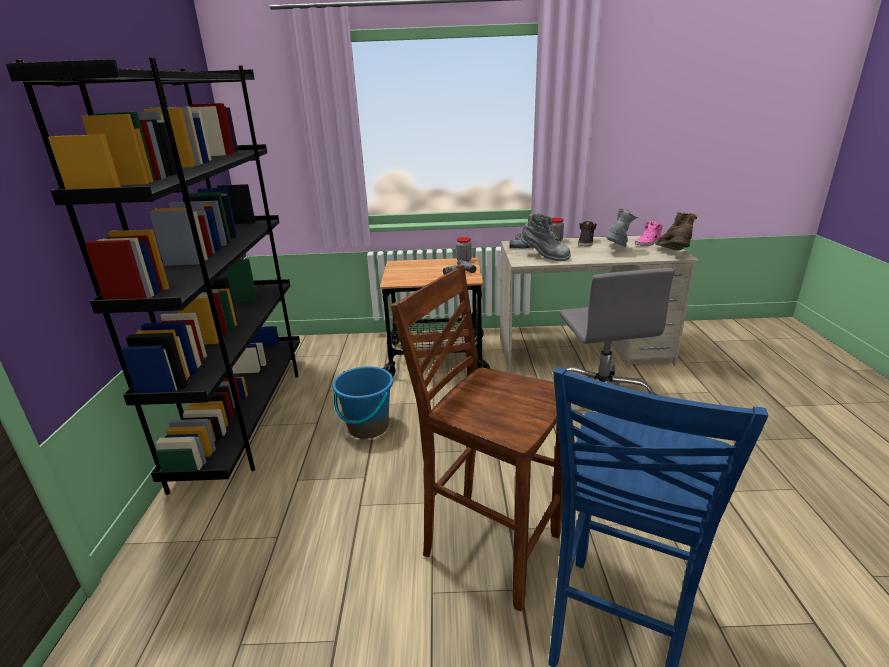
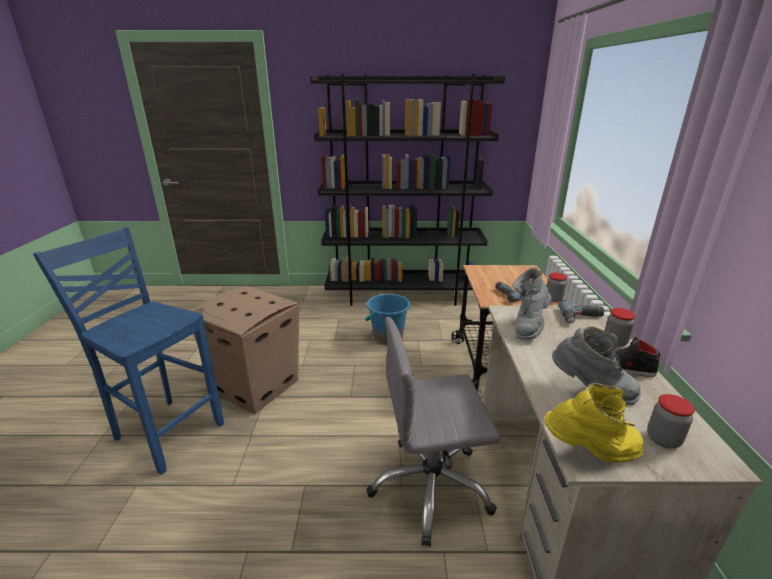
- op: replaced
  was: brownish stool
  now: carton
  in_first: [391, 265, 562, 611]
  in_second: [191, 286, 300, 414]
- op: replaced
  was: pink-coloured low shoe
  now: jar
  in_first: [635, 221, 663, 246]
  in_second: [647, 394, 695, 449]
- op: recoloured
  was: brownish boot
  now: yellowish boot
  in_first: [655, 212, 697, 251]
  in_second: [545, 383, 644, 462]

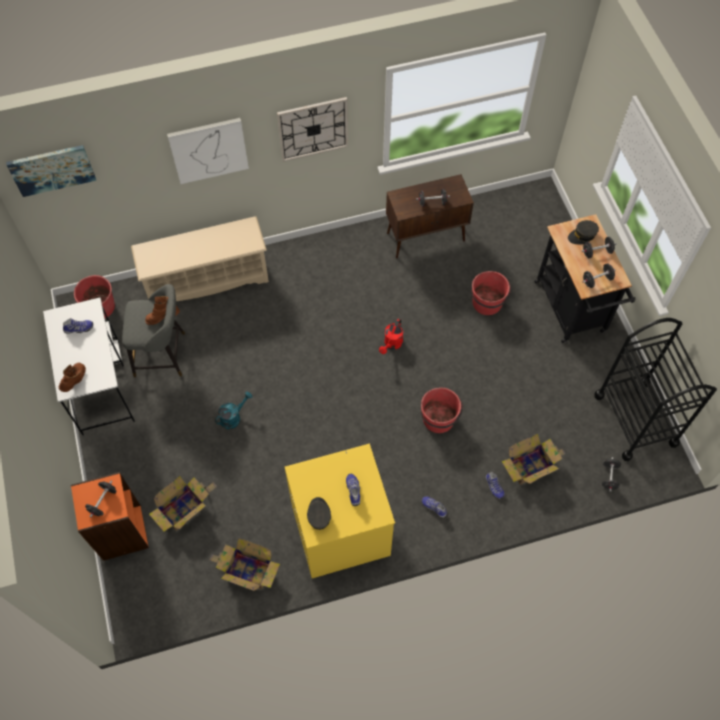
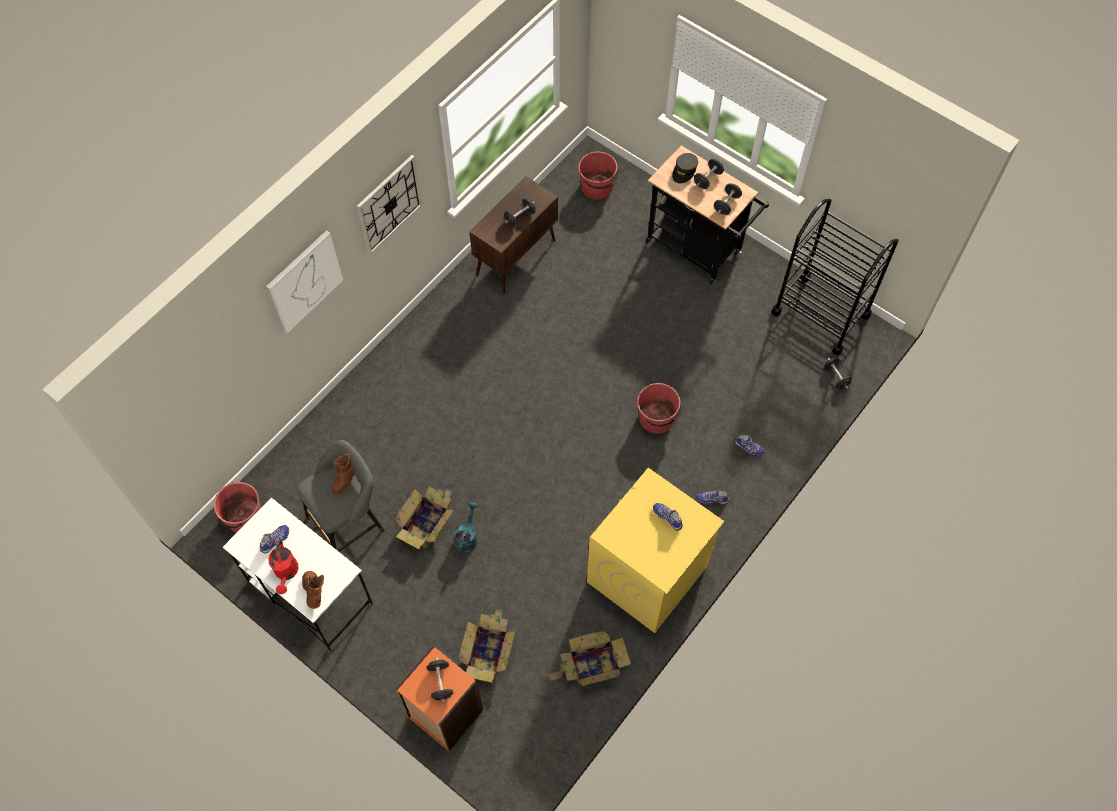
- op: removed
  was: picture
  in_first: [6, 145, 96, 197]
- op: removed
  was: beige-coloured shoe shelf
  in_first: [131, 216, 269, 301]
- op: removed
  was: greyish peaked cap
  in_first: [307, 497, 331, 530]
- op: moved
  was: red-coloured watering can
  in_first: [379, 319, 403, 354]
  in_second: [268, 540, 298, 594]
- op: moved
  was: red-coloured pail
  in_first: [471, 271, 511, 315]
  in_second: [578, 152, 618, 200]
- op: moved
  was: carton
  in_first: [501, 434, 565, 485]
  in_second: [396, 486, 454, 550]

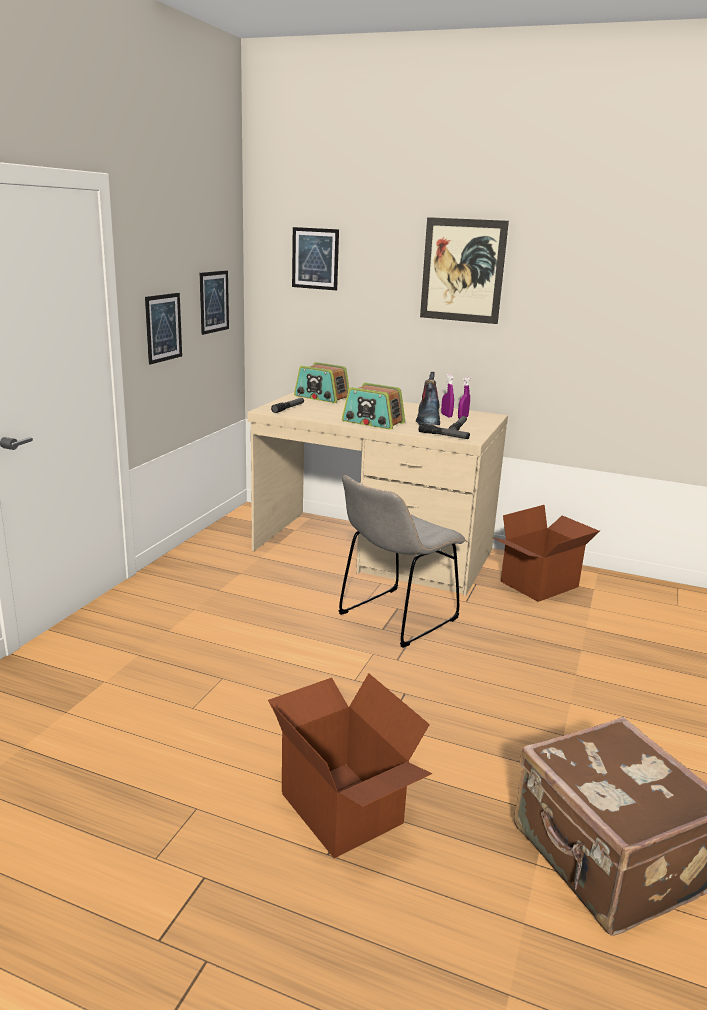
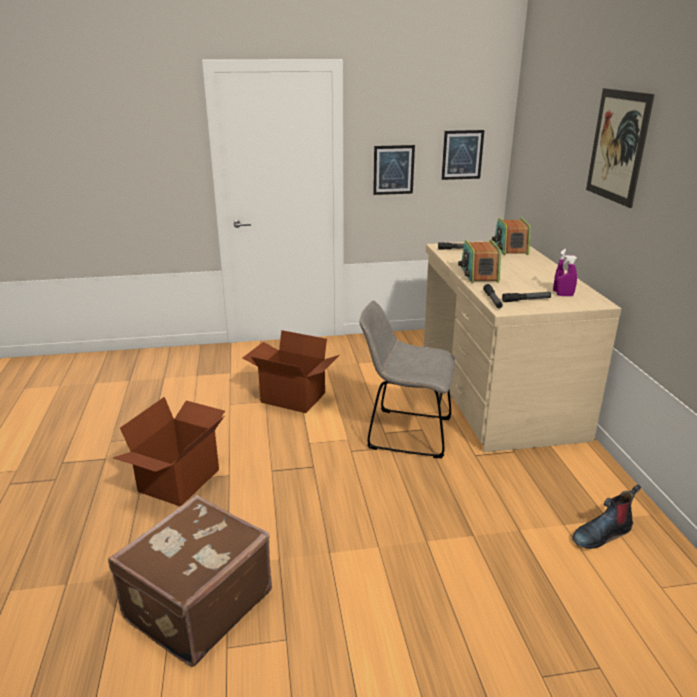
- op: removed
  was: picture
  in_first: [292, 227, 339, 291]
- op: moved
  was: boot
  in_first: [416, 372, 440, 425]
  in_second: [572, 484, 641, 549]
- op: moved
  was: carton
  in_first: [493, 505, 600, 602]
  in_second: [243, 330, 339, 413]

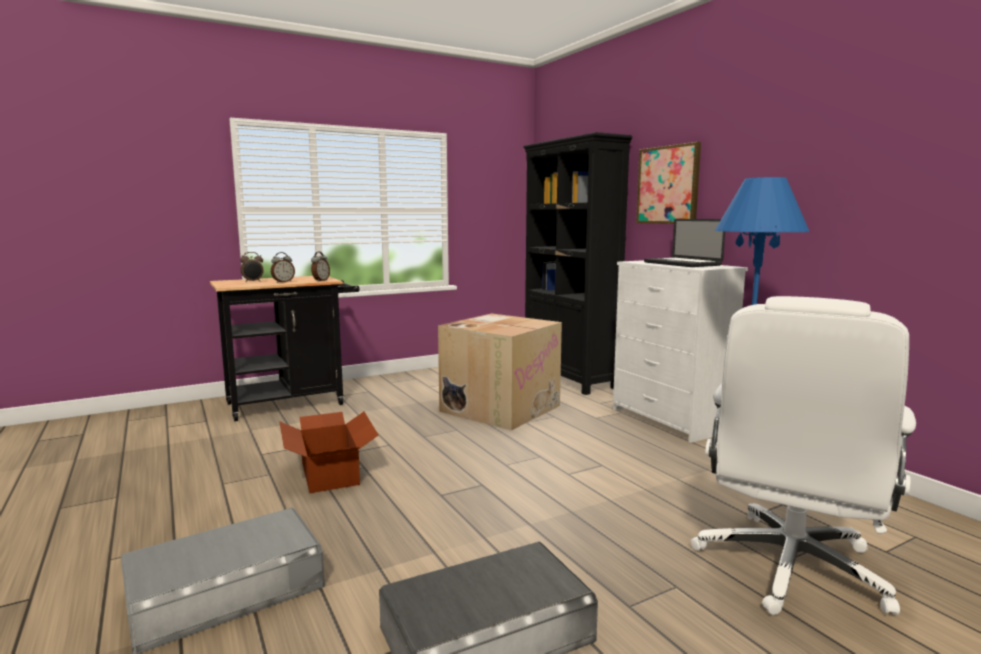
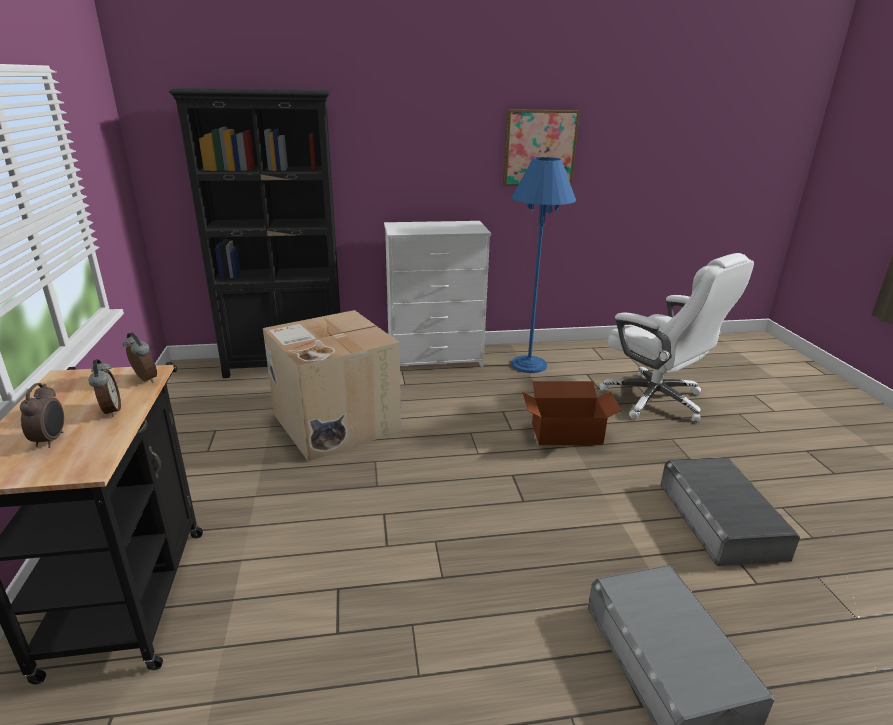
- op: moved
  was: carton
  in_first: [279, 412, 378, 493]
  in_second: [522, 381, 622, 445]
- op: moved
  was: picture
  in_first: [636, 142, 701, 224]
  in_second: [503, 109, 580, 186]
- op: removed
  was: laptop
  in_first: [644, 219, 725, 267]

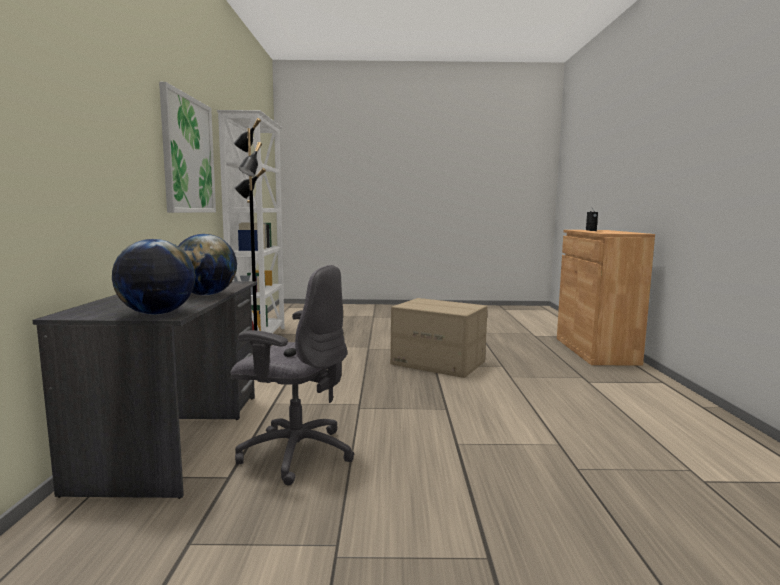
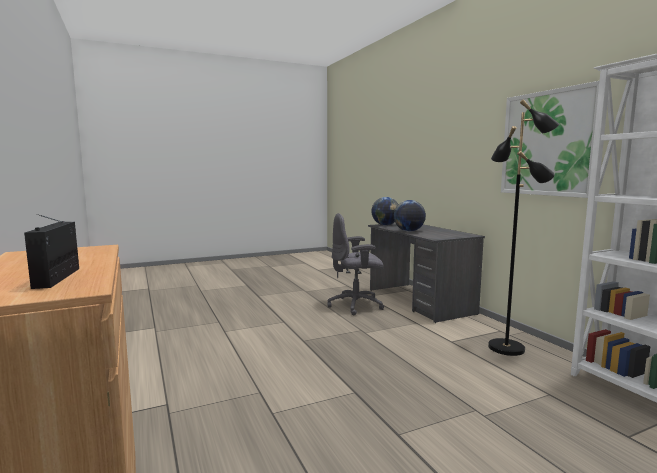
- op: removed
  was: carton
  in_first: [390, 298, 488, 378]

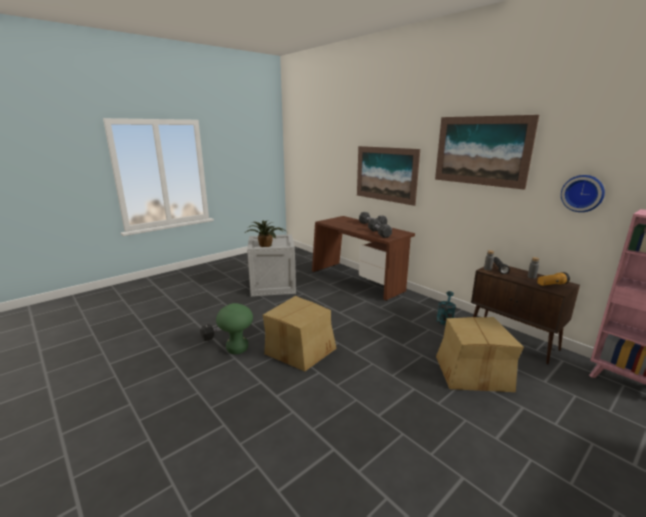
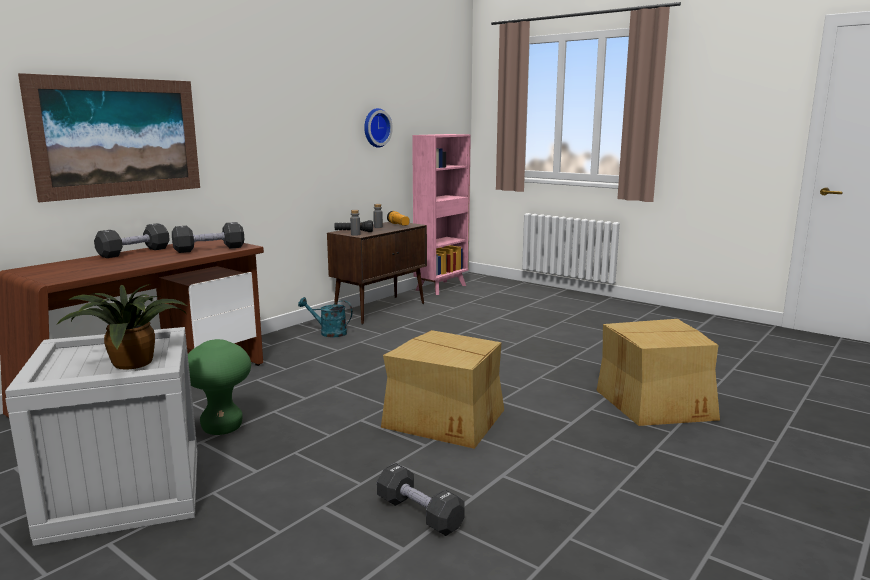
- op: moved
  was: green-coloured stool
  in_first: [216, 303, 253, 354]
  in_second: [188, 339, 251, 435]
- op: removed
  was: picture
  in_first: [435, 115, 539, 190]
- op: moved
  was: carton
  in_first: [436, 317, 524, 392]
  in_second: [596, 319, 720, 426]

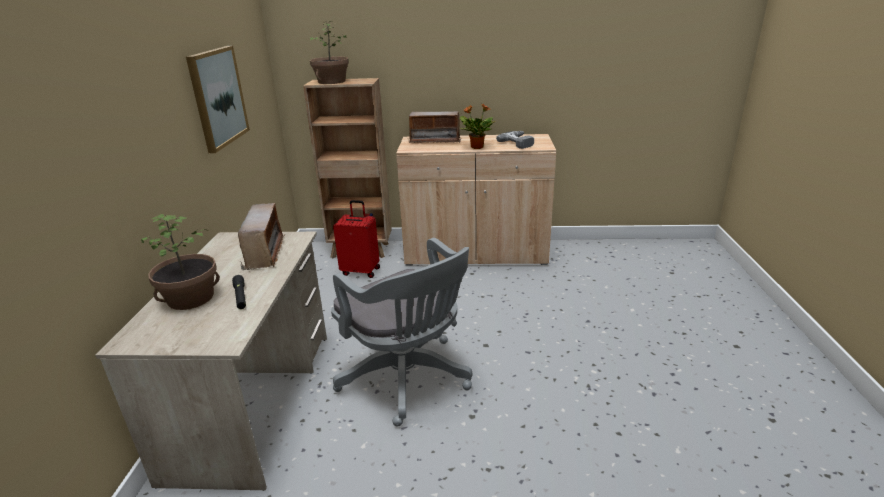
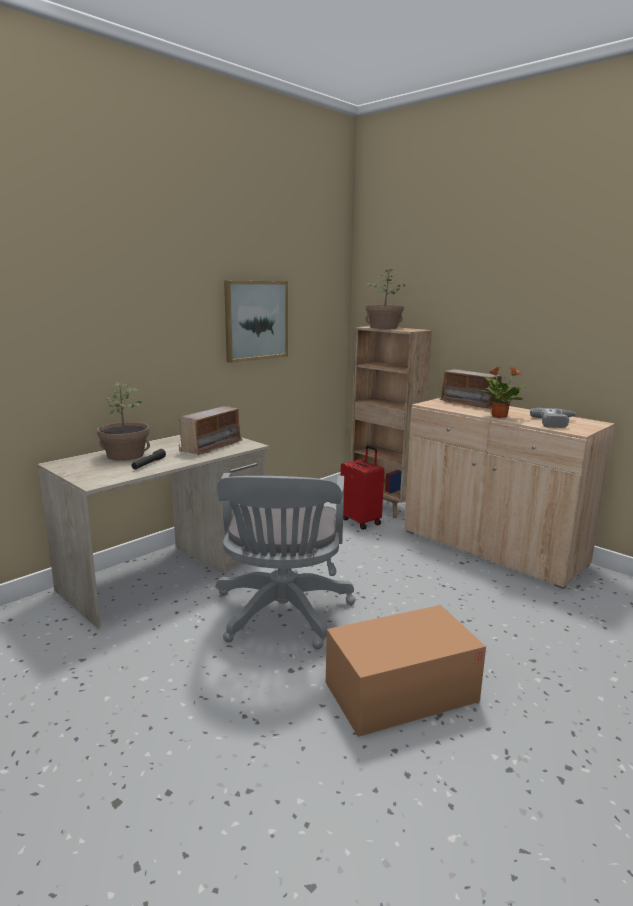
- op: added
  now: carton
  in_second: [326, 605, 486, 737]

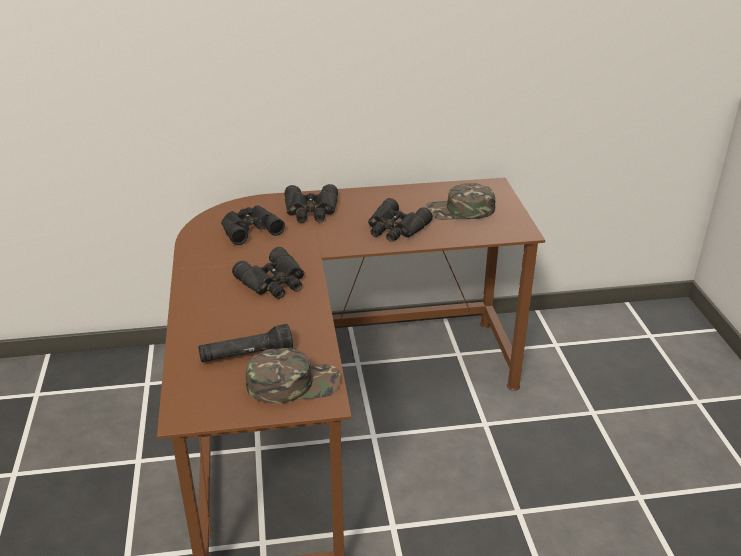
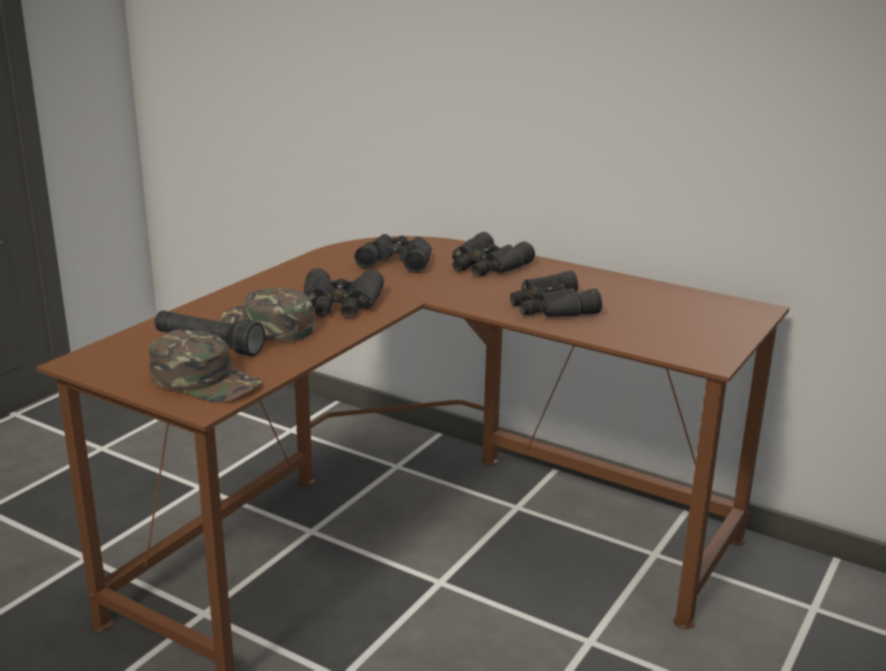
- op: moved
  was: green-coloured peaked cap
  in_first: [426, 183, 495, 220]
  in_second: [221, 287, 315, 341]

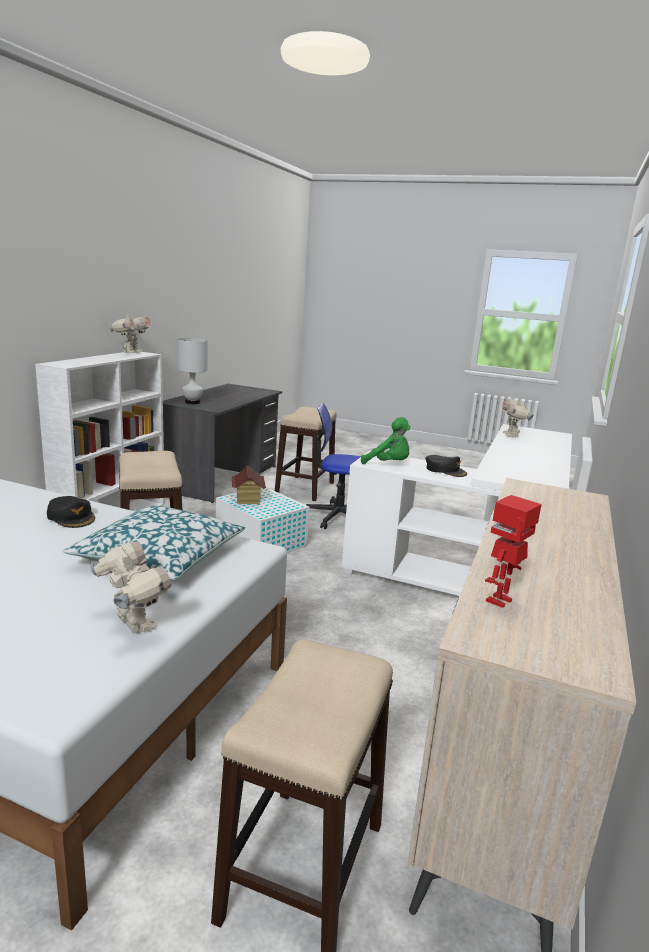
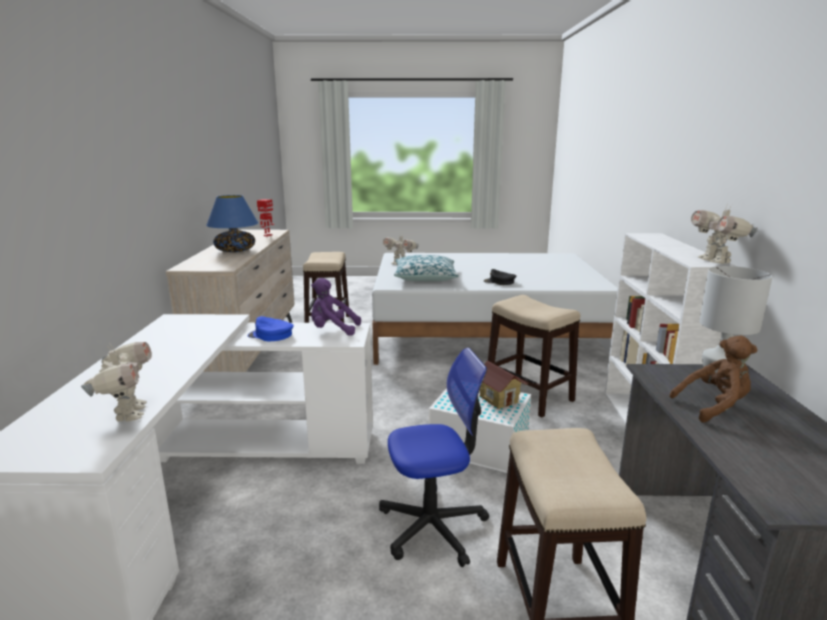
- op: recoloured
  was: green-coloured plush toy
  now: purple-coloured plush toy
  in_first: [361, 417, 410, 464]
  in_second: [311, 278, 361, 336]
- op: recoloured
  was: black peaked cap
  now: bluish peaked cap
  in_first: [425, 455, 467, 477]
  in_second: [248, 316, 294, 341]
- op: added
  now: bluish tabletop lamp
  in_second: [206, 195, 258, 252]
- op: added
  now: brownish plush toy
  in_second: [670, 336, 758, 423]

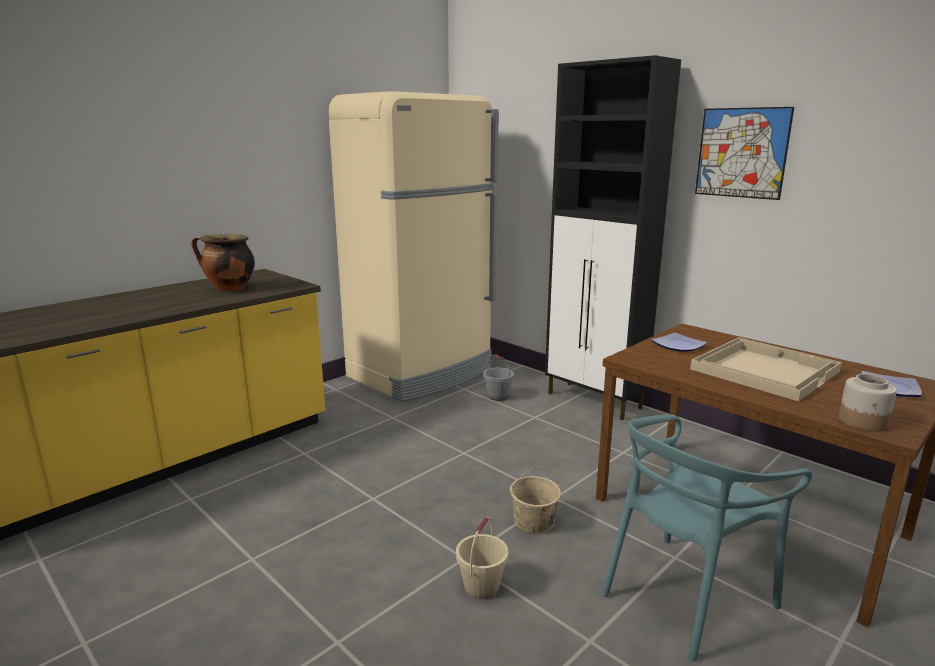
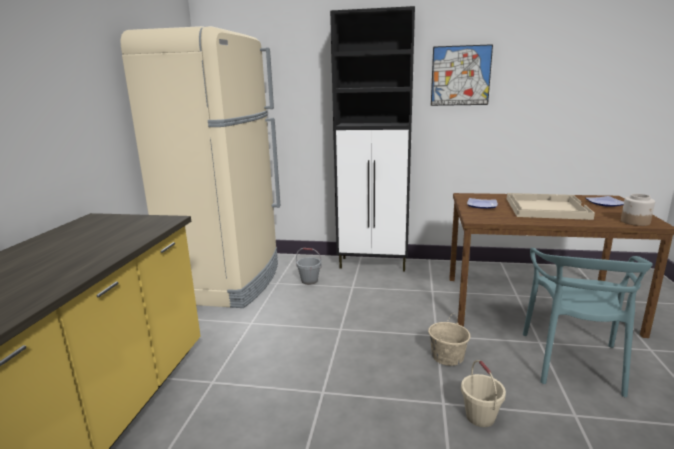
- op: removed
  was: saucepot
  in_first: [192, 234, 255, 292]

